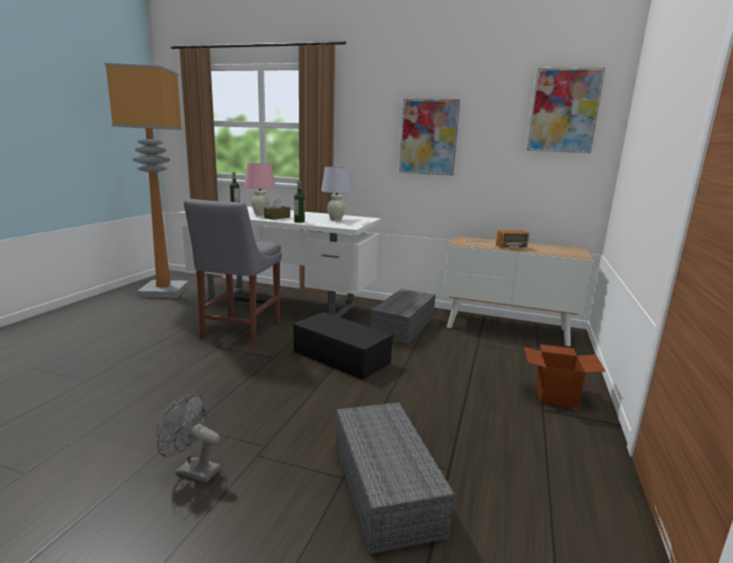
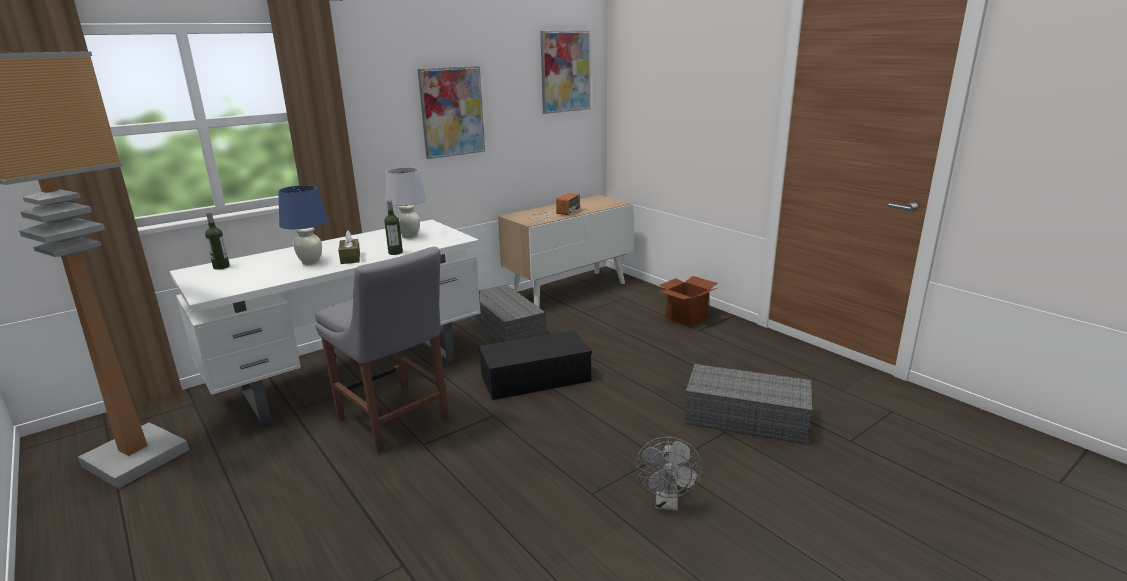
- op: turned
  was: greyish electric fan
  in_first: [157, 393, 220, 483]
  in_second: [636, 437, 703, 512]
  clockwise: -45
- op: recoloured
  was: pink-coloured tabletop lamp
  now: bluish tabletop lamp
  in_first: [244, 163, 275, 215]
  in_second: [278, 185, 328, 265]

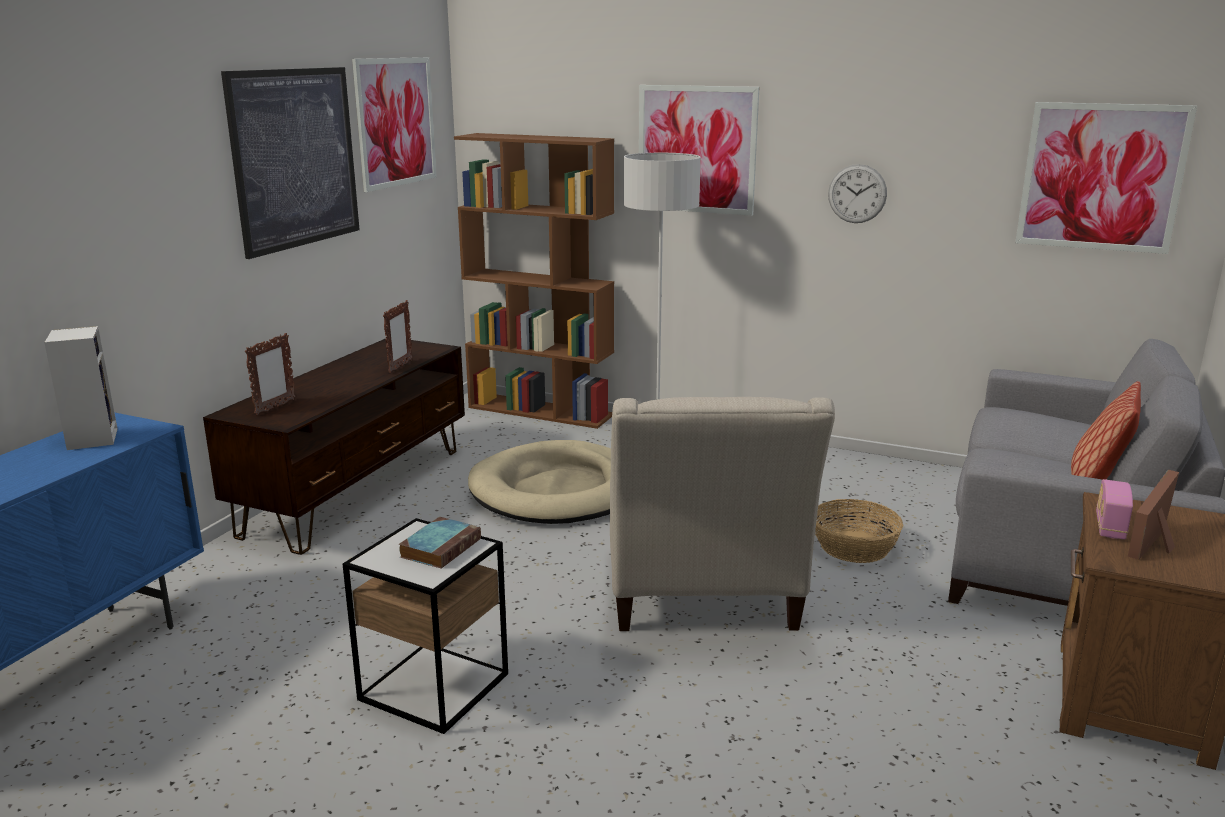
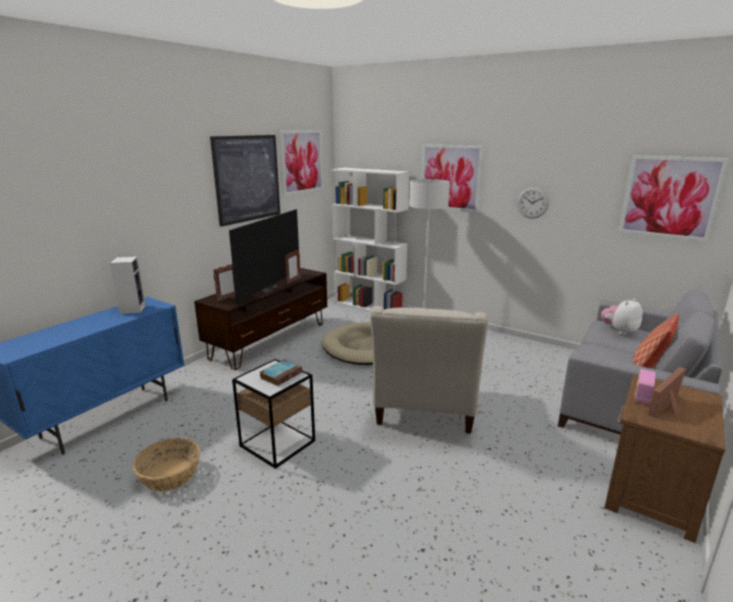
- op: recoloured
  was: brownish bookcase
  now: whitish bookcase
  in_first: [454, 133, 614, 429]
  in_second: [332, 168, 410, 311]
- op: moved
  was: household basket
  in_first: [815, 499, 903, 563]
  in_second: [133, 438, 200, 492]
- op: added
  now: TV set
  in_second: [229, 209, 300, 303]
- op: added
  now: plush toy
  in_second: [601, 298, 643, 335]

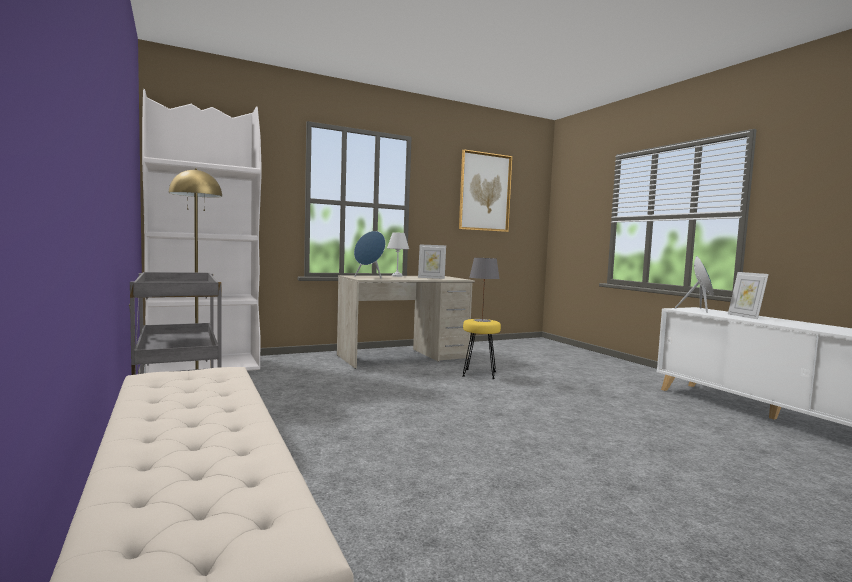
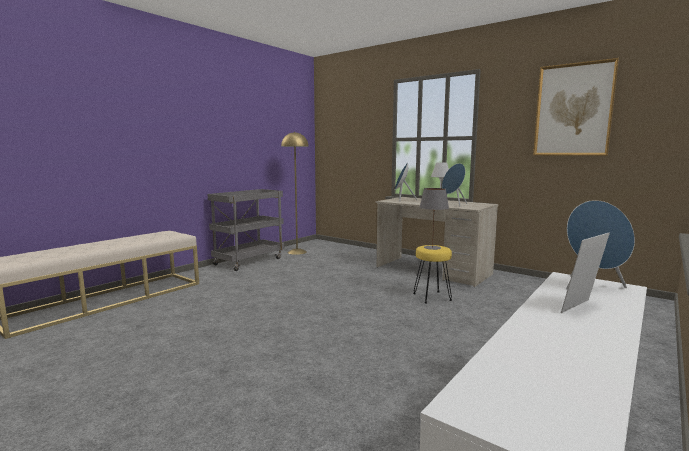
- op: removed
  was: whitish bookcase
  in_first: [142, 89, 262, 373]
- op: replaced
  was: standing frame
  now: bluish speaker
  in_first: [418, 244, 446, 279]
  in_second: [442, 163, 467, 206]

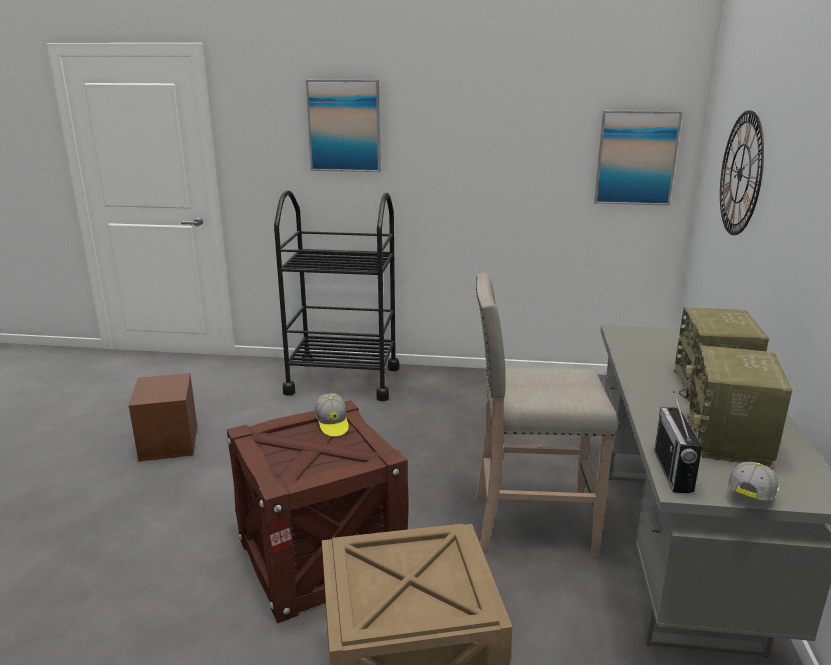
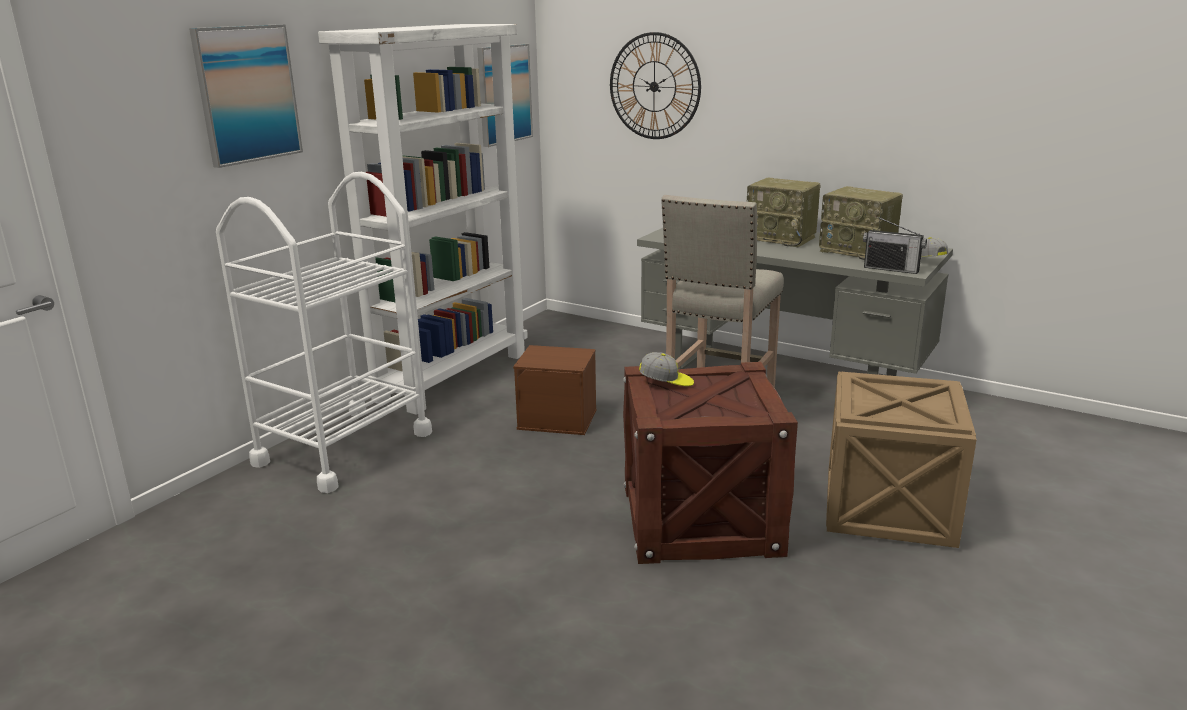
- op: moved
  was: brownish storage box
  in_first: [128, 373, 197, 462]
  in_second: [513, 345, 597, 435]
- op: recoloured
  was: black cart
  now: whitish cart
  in_first: [274, 190, 399, 401]
  in_second: [216, 172, 432, 493]
- op: added
  now: whitish bookcase
  in_second: [318, 24, 528, 415]

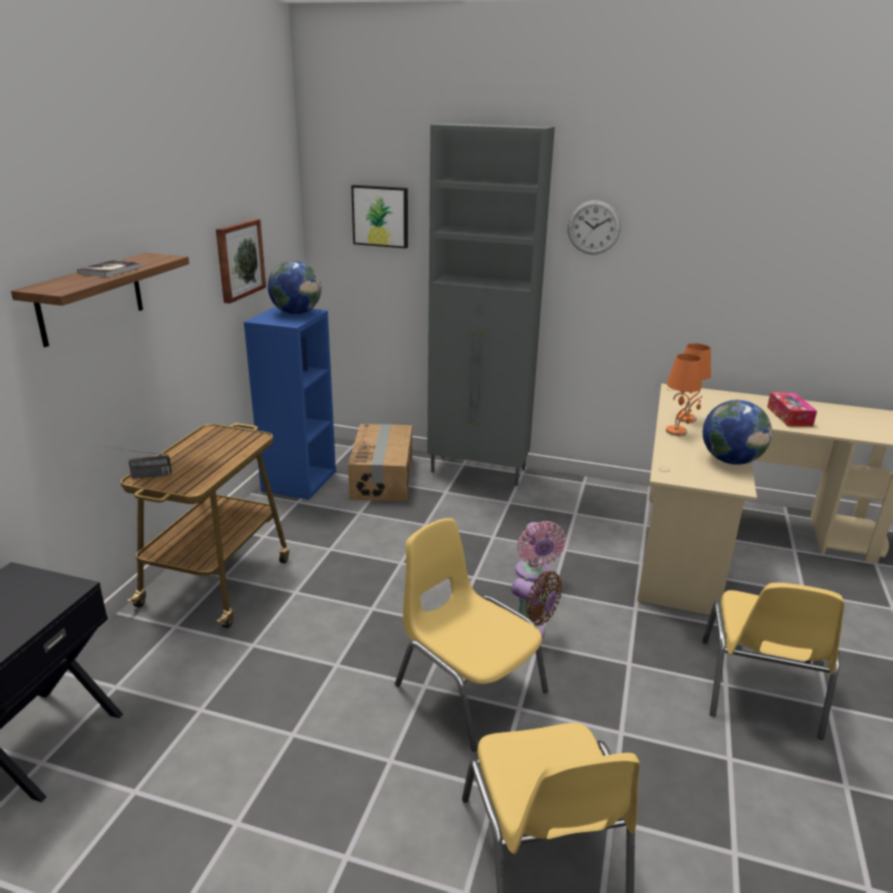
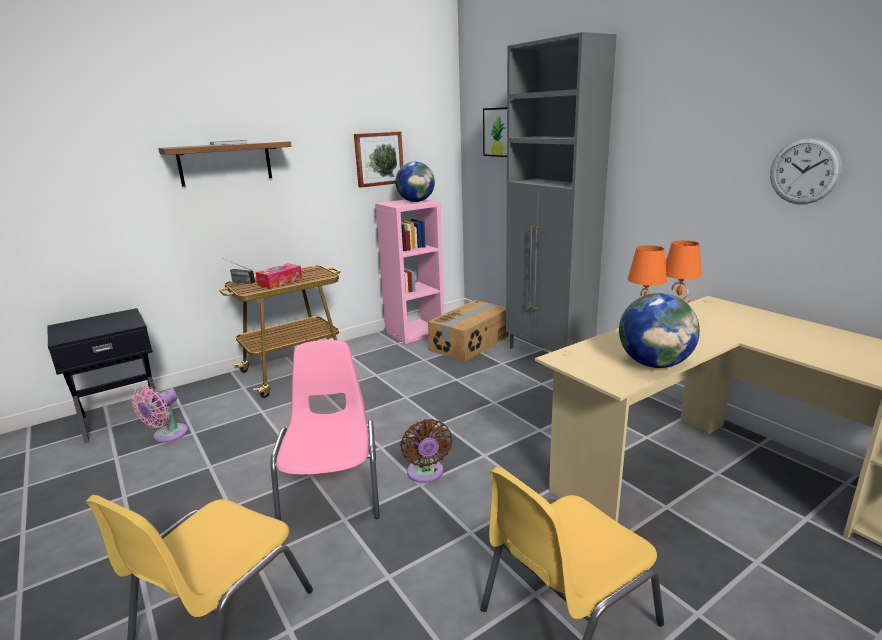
- op: recoloured
  was: bluish bookcase
  now: pink-coloured bookcase
  in_first: [244, 306, 336, 500]
  in_second: [375, 199, 444, 344]
- op: recoloured
  was: yellowish plain chair
  now: pink-coloured plain chair
  in_first: [395, 518, 548, 752]
  in_second: [270, 340, 380, 521]
- op: moved
  was: pink-coloured electric fan
  in_first: [515, 521, 566, 581]
  in_second: [132, 386, 188, 443]
- op: moved
  was: wall clock
  in_first: [568, 200, 621, 255]
  in_second: [770, 137, 842, 204]
- op: moved
  was: tissue holder
  in_first: [767, 392, 817, 427]
  in_second: [255, 263, 302, 289]

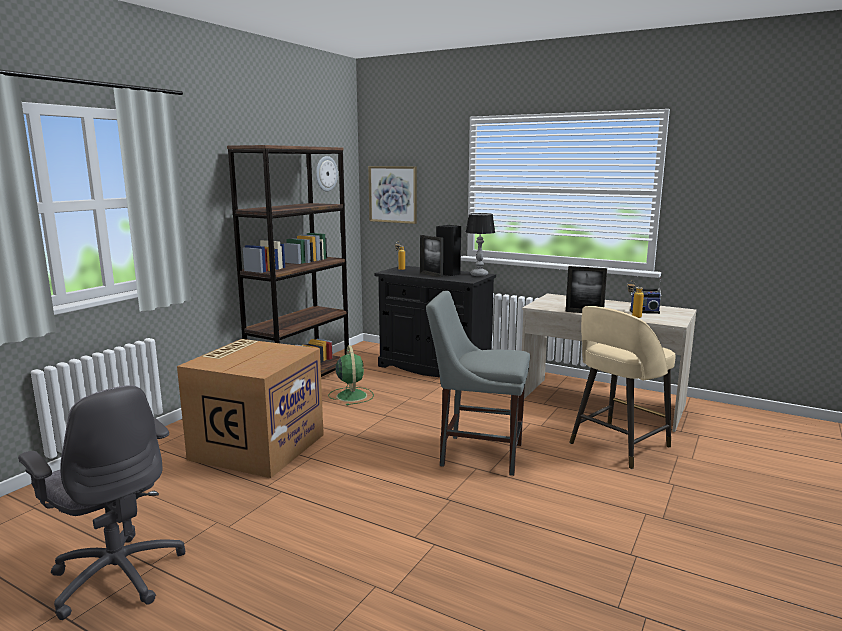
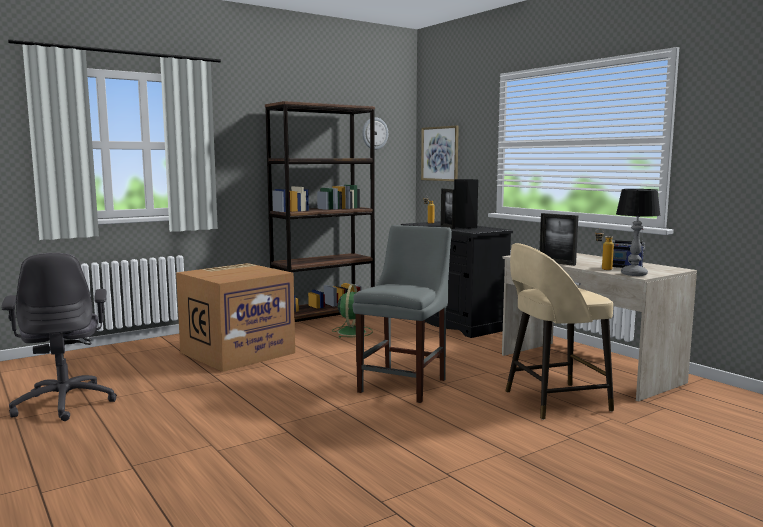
- op: turned
  was: greyish plain chair
  in_first: [426, 291, 530, 476]
  in_second: [353, 225, 452, 403]
  clockwise: 75
- op: moved
  was: tabletop lamp
  in_first: [466, 213, 495, 276]
  in_second: [616, 189, 660, 276]

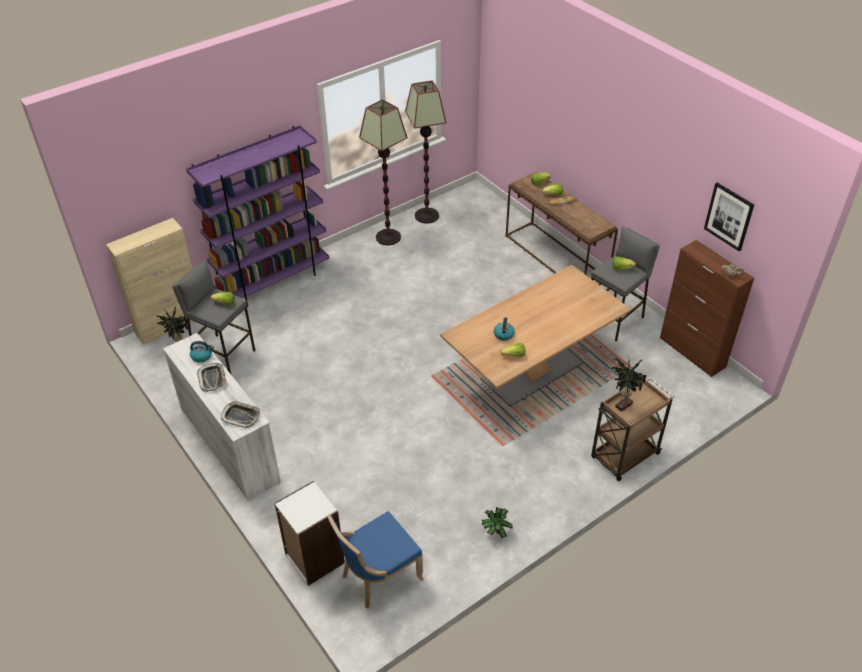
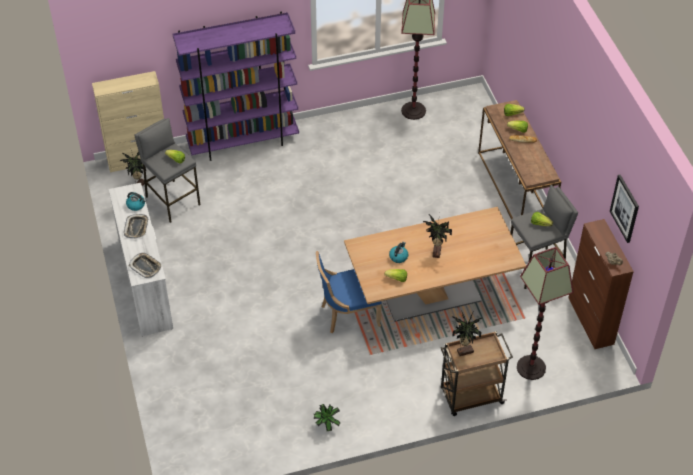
- op: removed
  was: whitish bookcase
  in_first: [274, 481, 345, 586]
- op: moved
  was: bluish plain chair
  in_first: [327, 511, 424, 609]
  in_second: [316, 251, 382, 333]
- op: moved
  was: standing lamp
  in_first: [359, 100, 408, 246]
  in_second: [517, 247, 574, 380]
- op: added
  now: plant in a pot
  in_second: [423, 214, 452, 258]

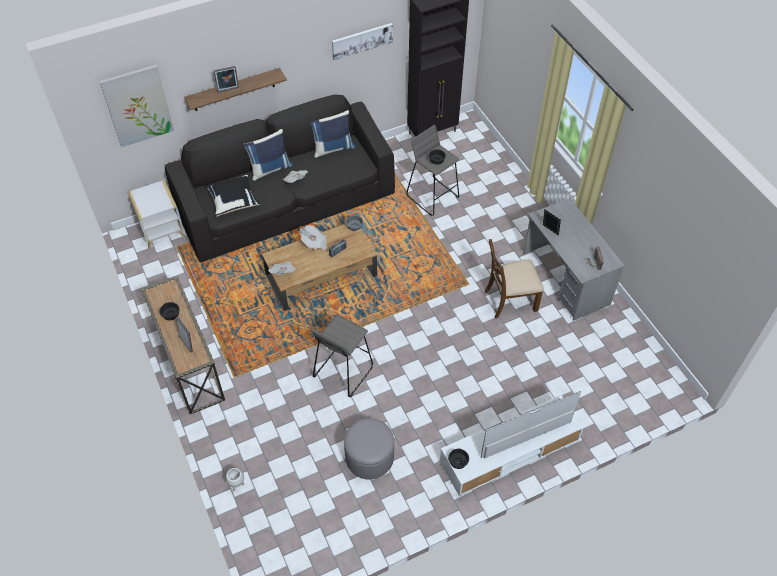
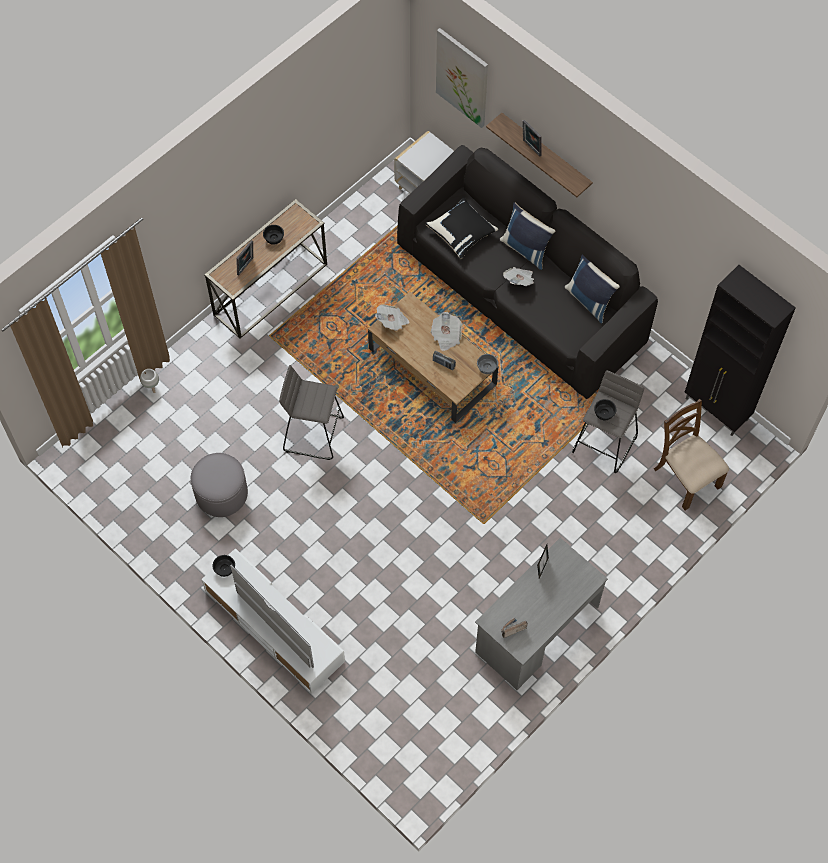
- op: removed
  was: picture
  in_first: [332, 23, 393, 60]
- op: moved
  was: brownish plain chair
  in_first: [485, 239, 544, 319]
  in_second: [654, 399, 729, 511]

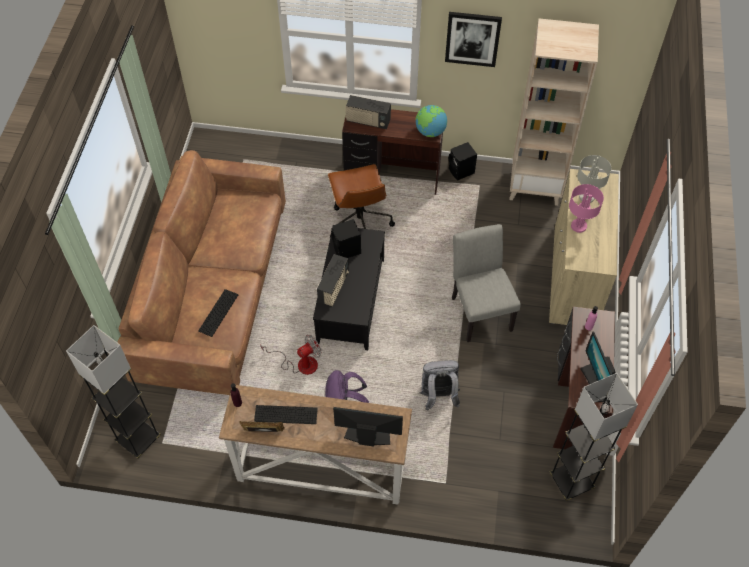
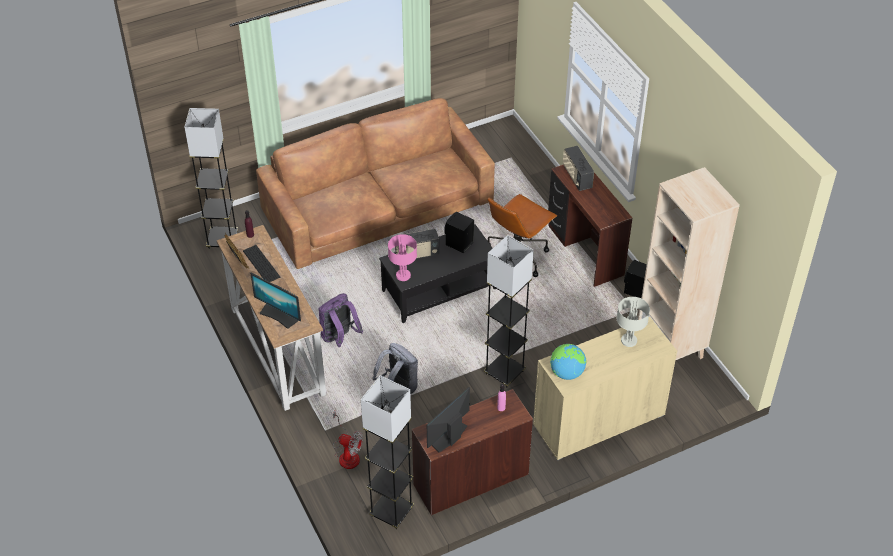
- op: removed
  was: PC keyboard
  in_first: [198, 289, 238, 337]
- op: moved
  was: electric fan
  in_first: [260, 335, 321, 375]
  in_second: [333, 411, 363, 469]
- op: turned
  was: computer display
  in_first: [333, 407, 403, 447]
  in_second: [250, 273, 301, 329]
  clockwise: 150
- op: moved
  was: desk globe
  in_first: [415, 105, 447, 137]
  in_second: [550, 344, 586, 380]
- op: removed
  was: picture
  in_first: [445, 12, 502, 67]
- op: replaced
  was: greyish plain chair
  now: greyish standing lamp
  in_first: [452, 224, 521, 342]
  in_second: [484, 235, 534, 387]
- op: moved
  was: pink-coloured tabletop lamp
  in_first: [569, 184, 604, 233]
  in_second: [388, 234, 417, 281]

